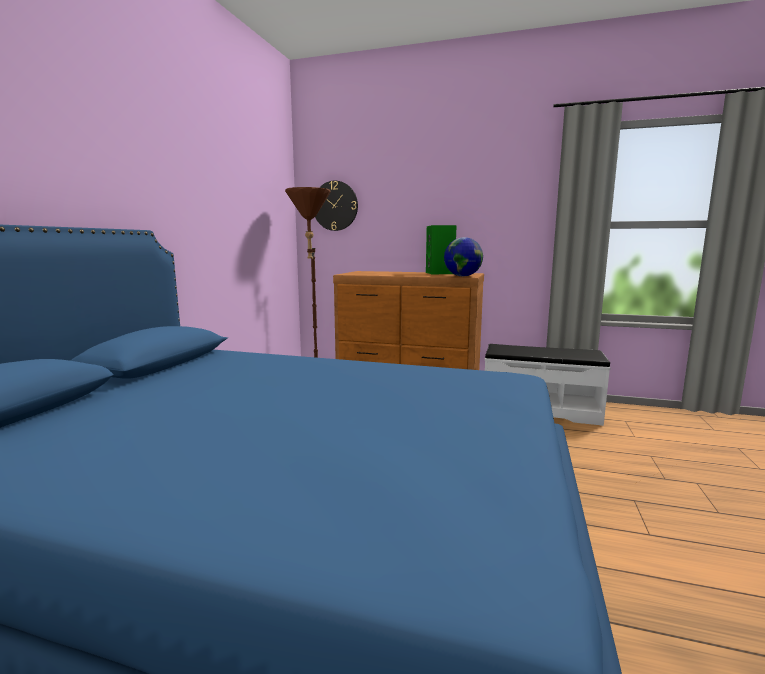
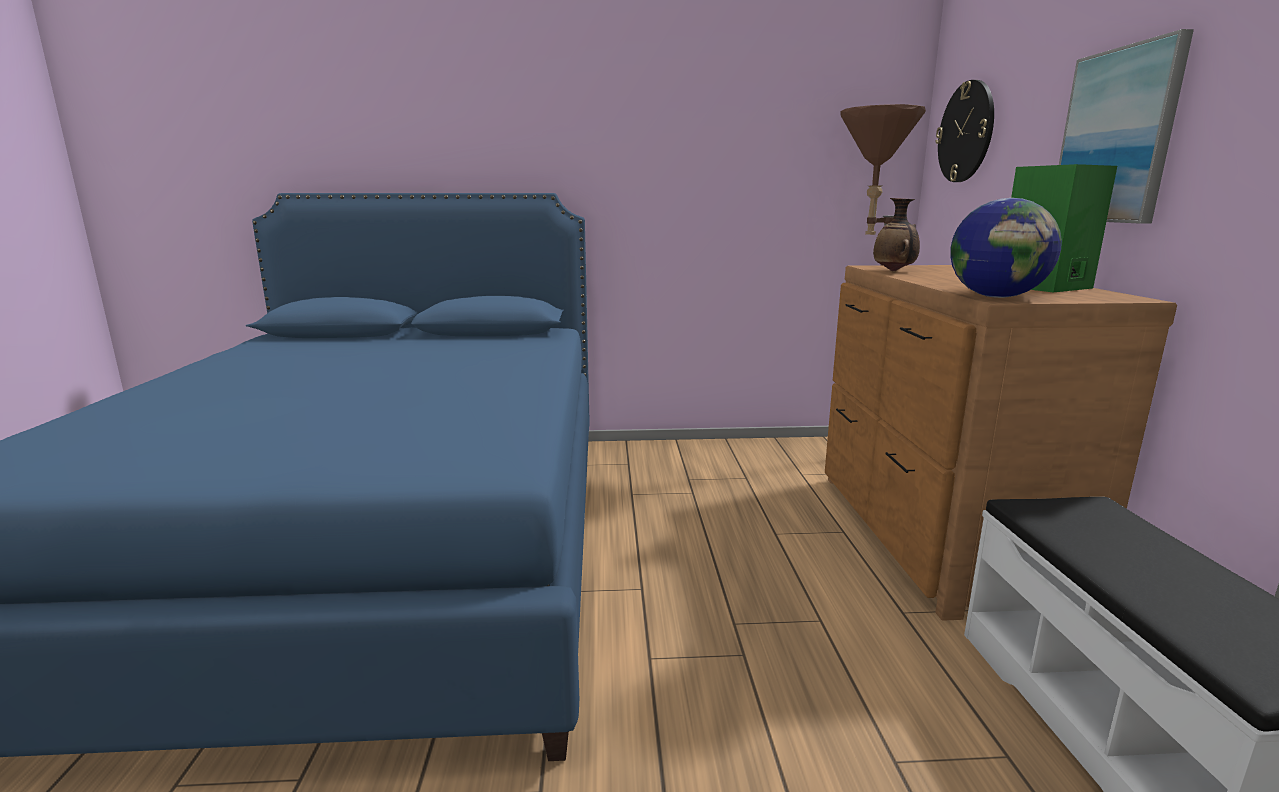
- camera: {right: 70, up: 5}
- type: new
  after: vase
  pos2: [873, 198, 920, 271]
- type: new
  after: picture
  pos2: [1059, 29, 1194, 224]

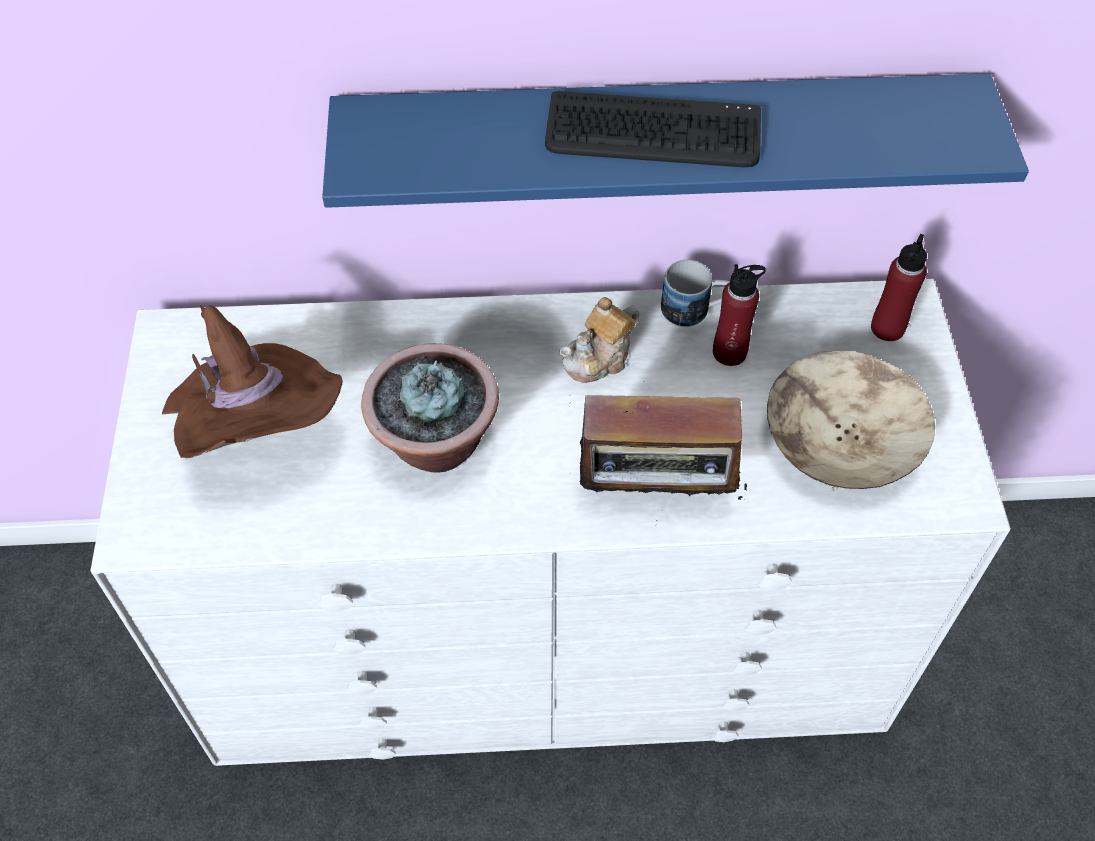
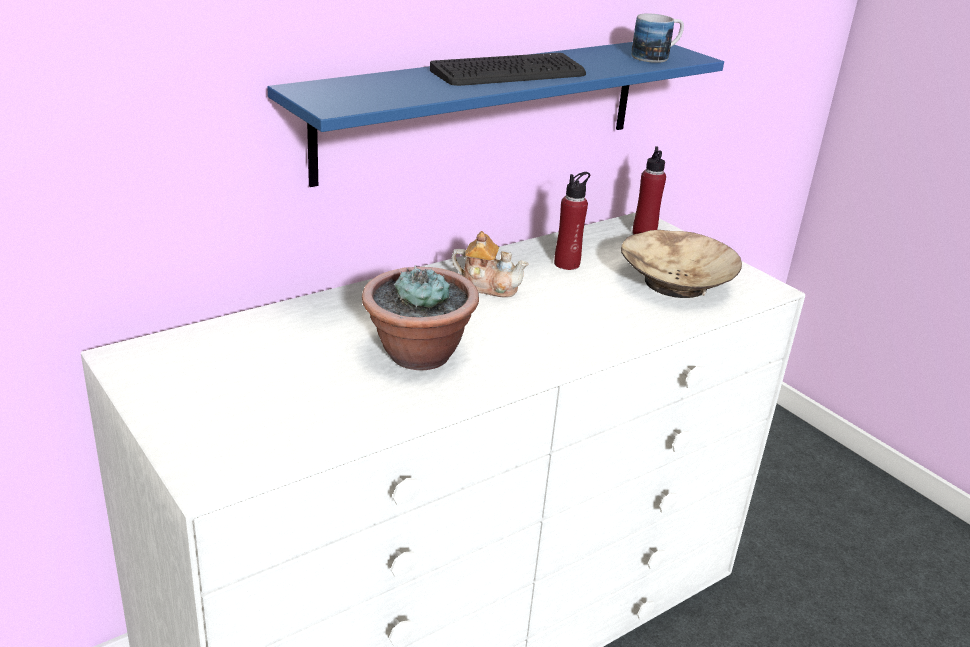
- camera: {right: -35, up: -25}
- type: gone
  before: hat (brown)
  pos1: [162, 305, 343, 458]
- type: rotated
  before: teapot
  pos1: [560, 297, 640, 383]
  pos2: [451, 231, 528, 298]
  turn: -90
- type: gone
  before: radio
  pos1: [570, 395, 748, 526]
- type: shifted
  before: mug
  pos1: [661, 260, 730, 327]
  pos2: [631, 13, 684, 63]

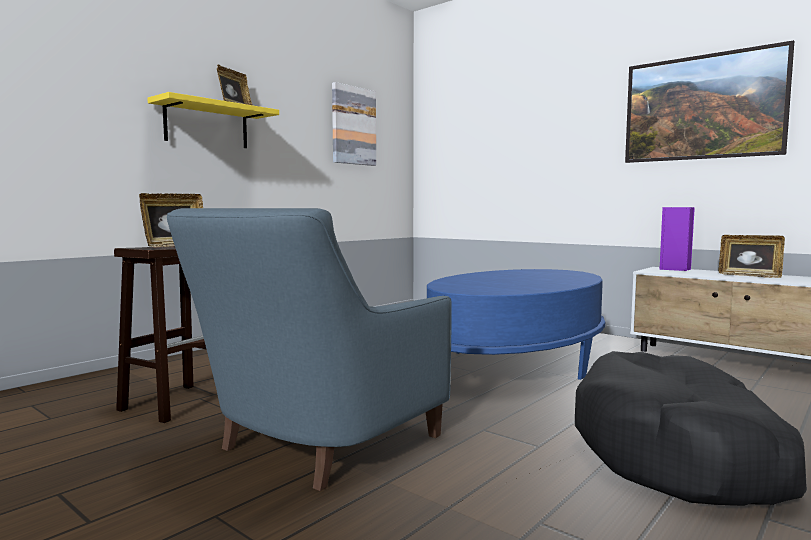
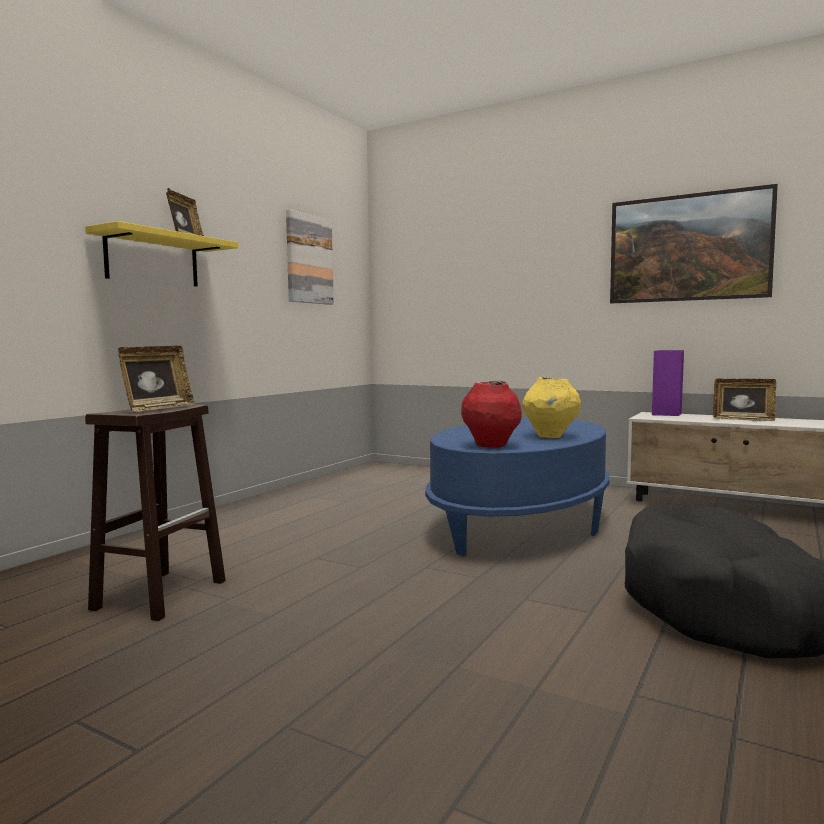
- camera: {right: -10, up: 0}
- type: gone
  before: armchair (blue)
  pos1: [167, 208, 451, 491]
- type: new
  after: vase (red)
  pos2: [461, 381, 522, 448]
- type: new
  after: vase (yellow)
  pos2: [522, 377, 581, 438]

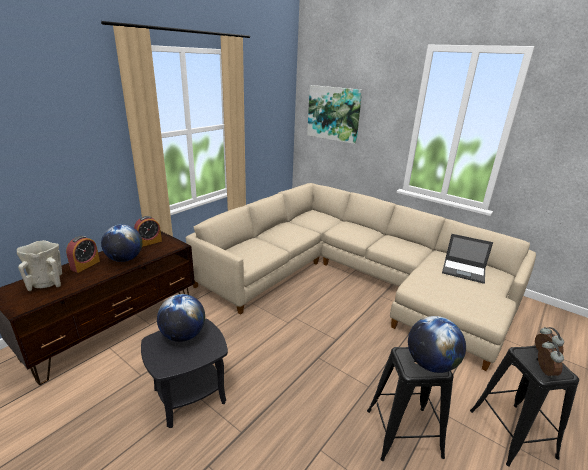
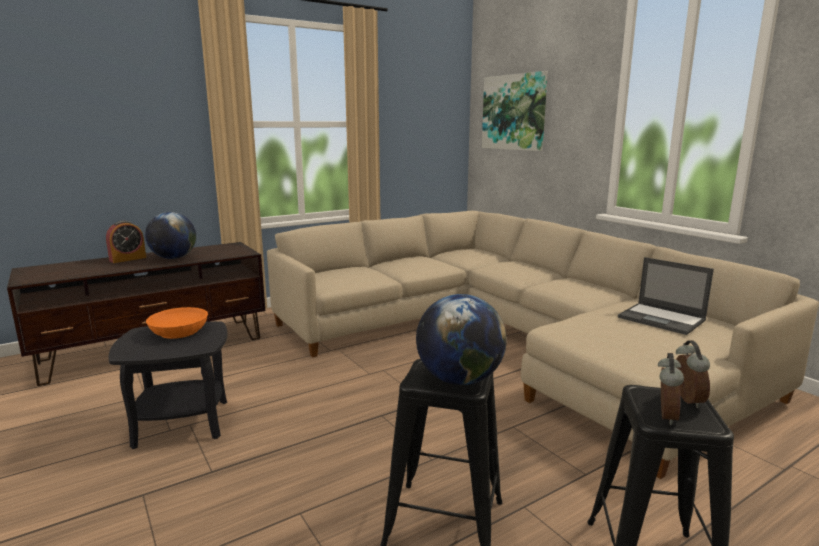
- camera: {right: 20, up: -10}
- type: gone
  before: vase (beige)
  pos1: [17, 240, 62, 291]
- type: gone
  before: alarm clock
  pos1: [134, 216, 162, 247]
- type: swapped
  before: globe
  after: bowl (orange)
  pos1: [157, 294, 205, 342]
  pos2: [146, 307, 208, 339]

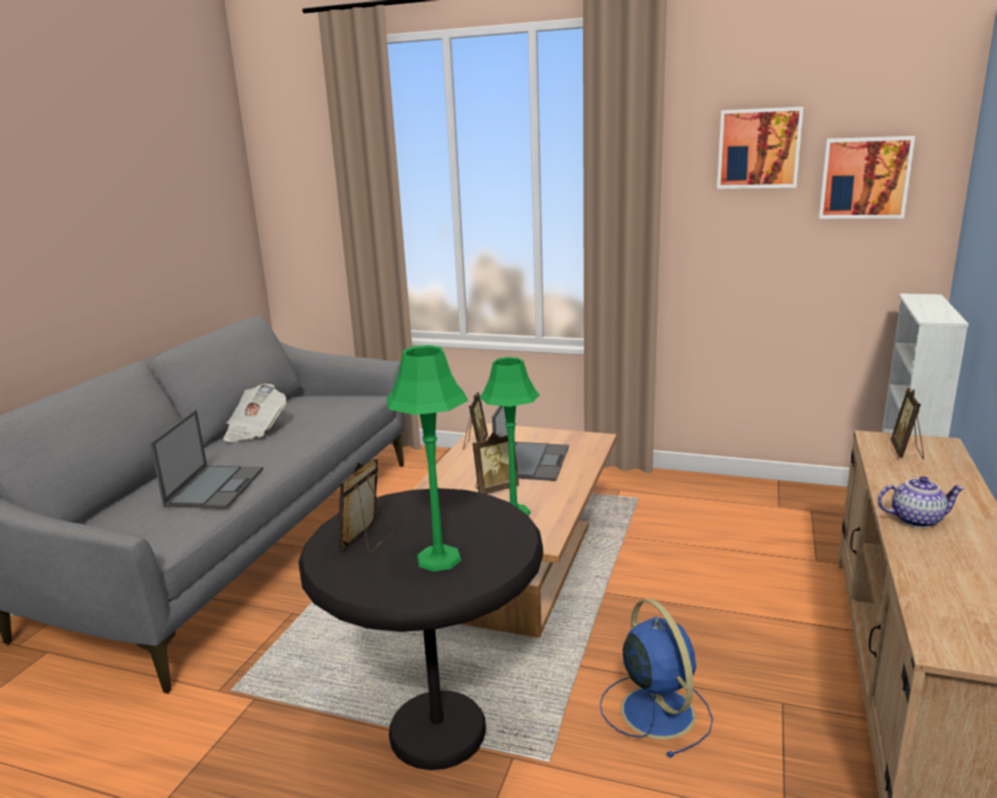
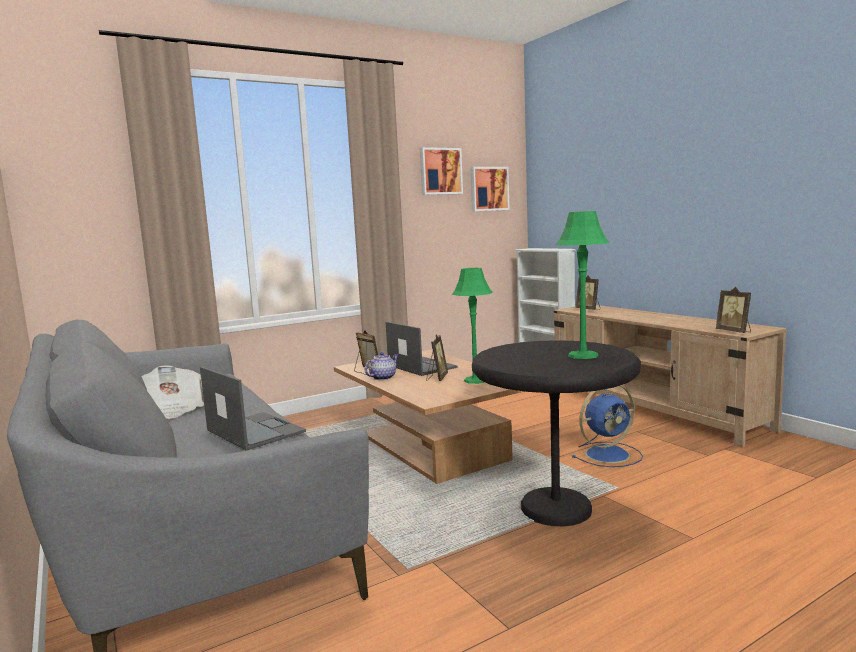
- camera: {right: -50, up: -10}
- type: shifted
  before: picture frame
  pos1: [338, 458, 393, 554]
  pos2: [716, 287, 751, 333]
- type: rotated
  before: fan (blue)
  pos1: [600, 599, 713, 758]
  pos2: [572, 385, 643, 467]
  turn: 135
- type: shifted
  before: teapot
  pos1: [878, 476, 965, 528]
  pos2: [365, 352, 398, 380]

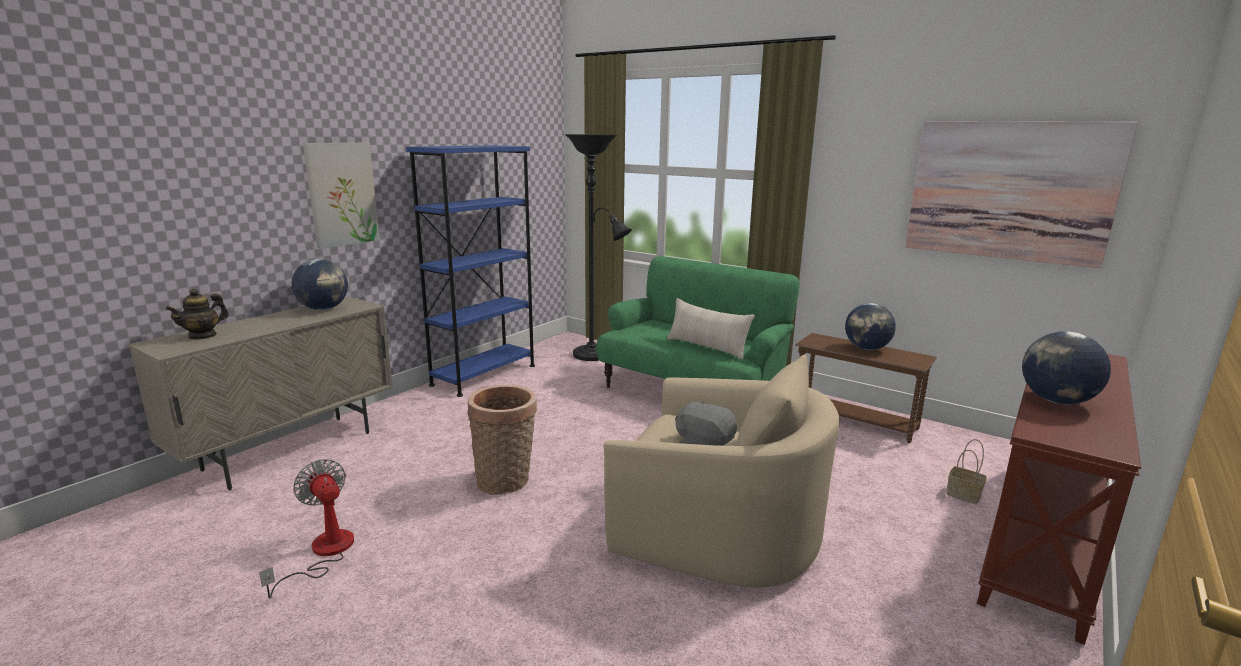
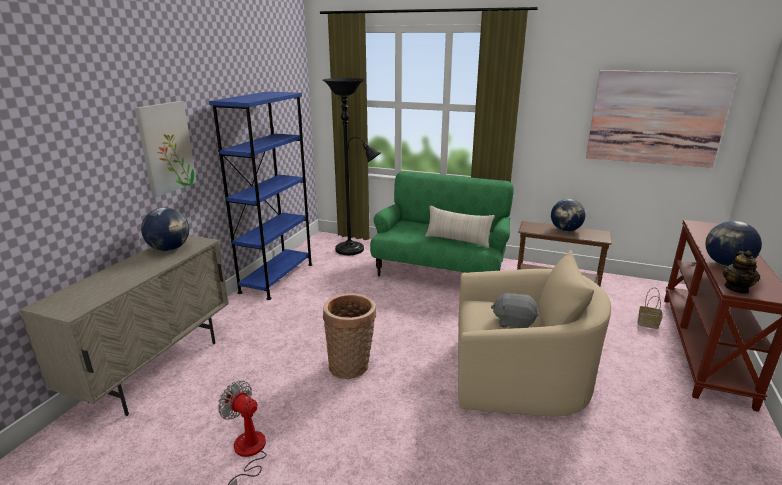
- camera: {right: -15, up: 5}
- type: shifted
  before: teapot
  pos1: [166, 289, 229, 340]
  pos2: [723, 251, 760, 294]

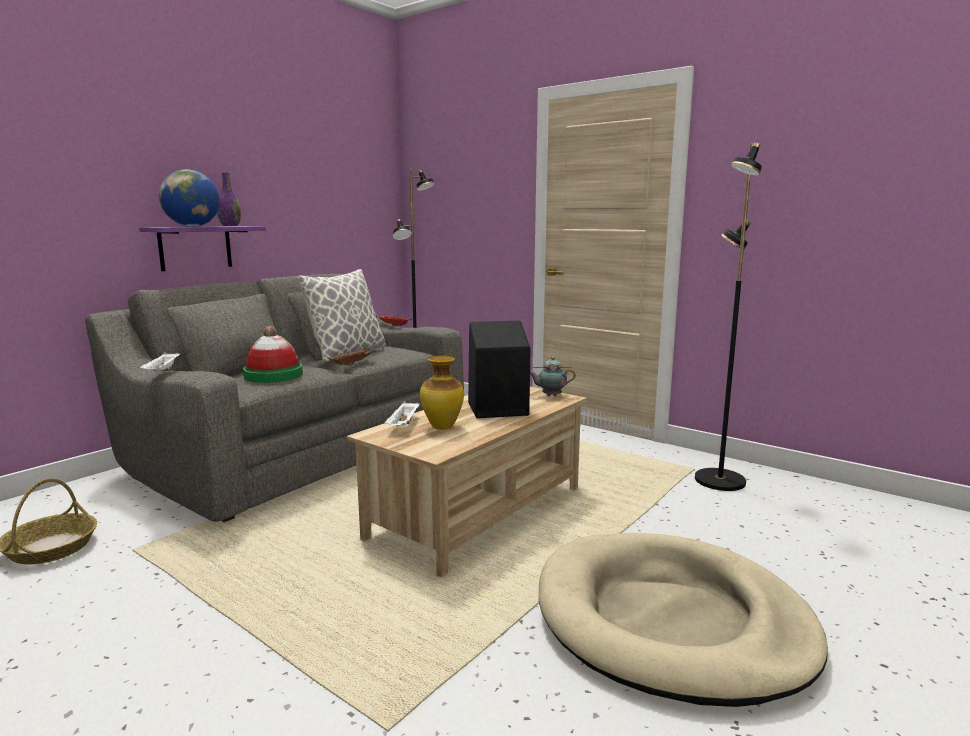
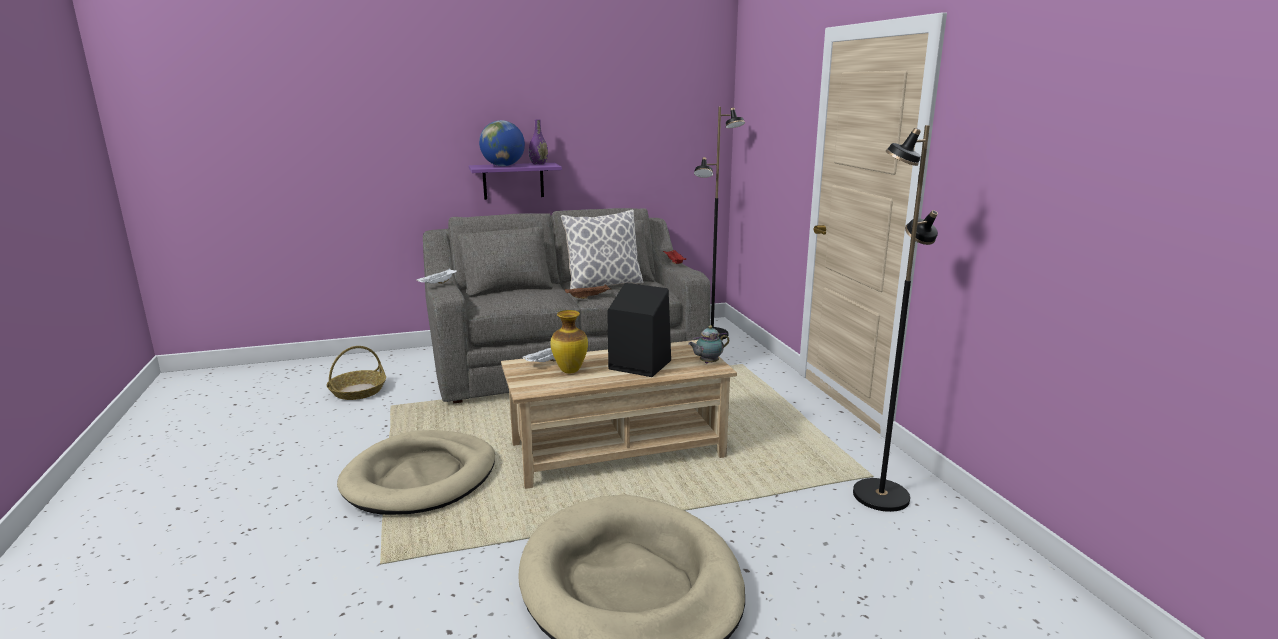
- camera: {right: 35, up: 5}
- type: gone
  before: hat
  pos1: [243, 326, 303, 383]
- type: rotated
  before: teapot
  pos1: [530, 357, 576, 396]
  pos2: [688, 326, 729, 364]
  turn: -60
- type: new
  after: dog bed (beige)
  pos2: [337, 430, 495, 515]

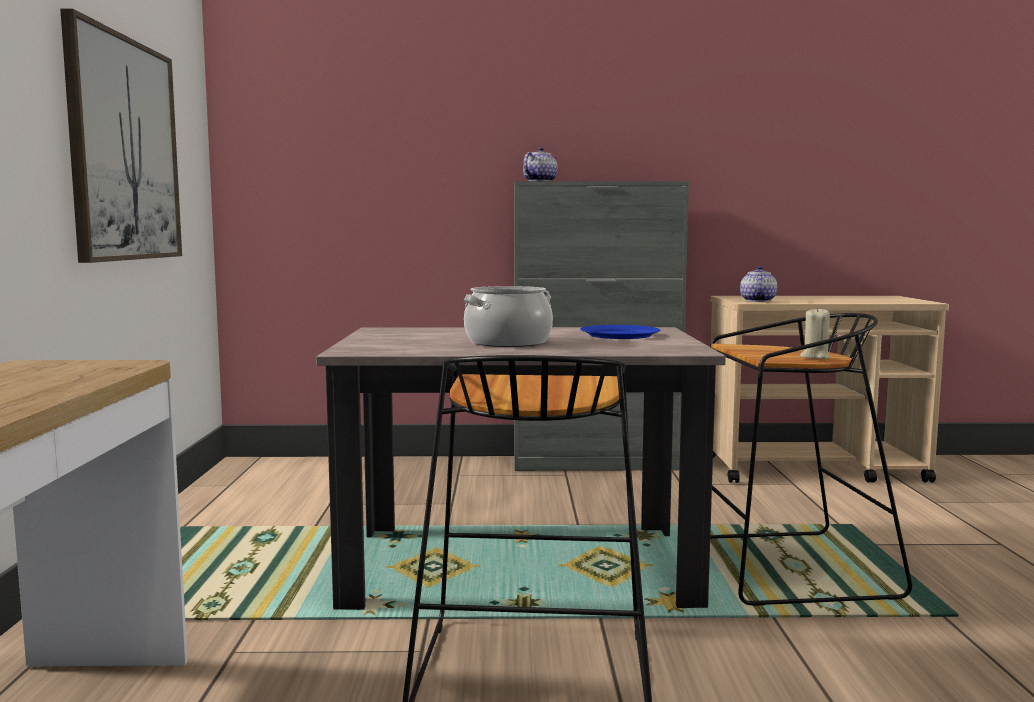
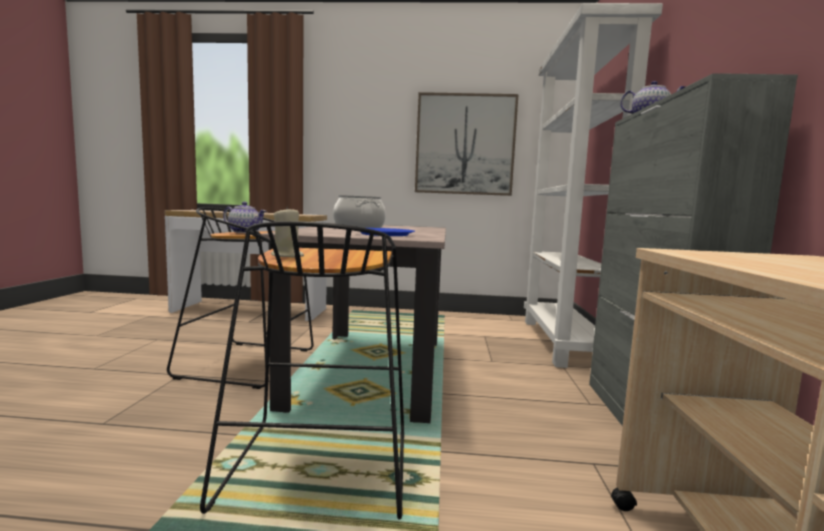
- camera: {right: 95, up: 0}
- type: shifted
  before: teapot
  pos1: [740, 266, 777, 302]
  pos2: [223, 202, 266, 233]
- type: new
  after: bookcase (white)
  pos2: [524, 3, 663, 368]

